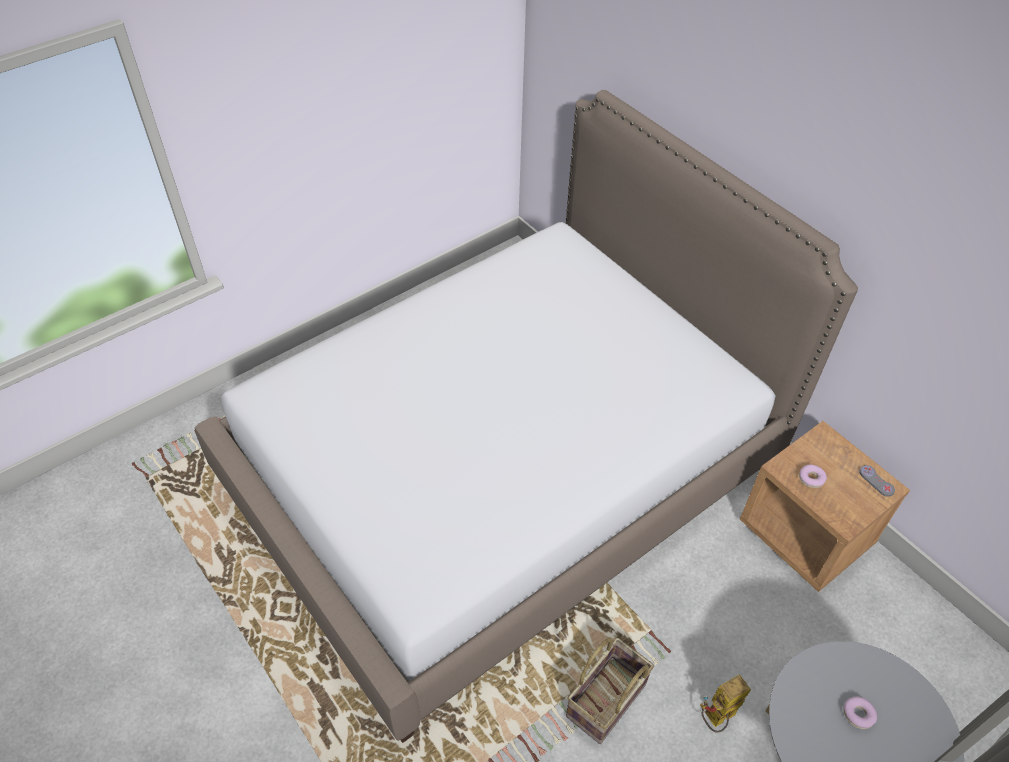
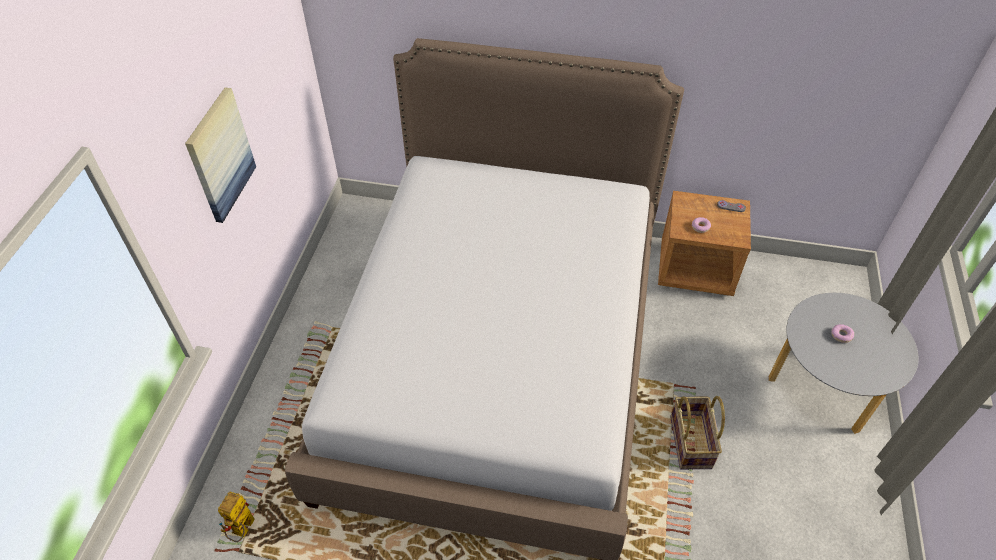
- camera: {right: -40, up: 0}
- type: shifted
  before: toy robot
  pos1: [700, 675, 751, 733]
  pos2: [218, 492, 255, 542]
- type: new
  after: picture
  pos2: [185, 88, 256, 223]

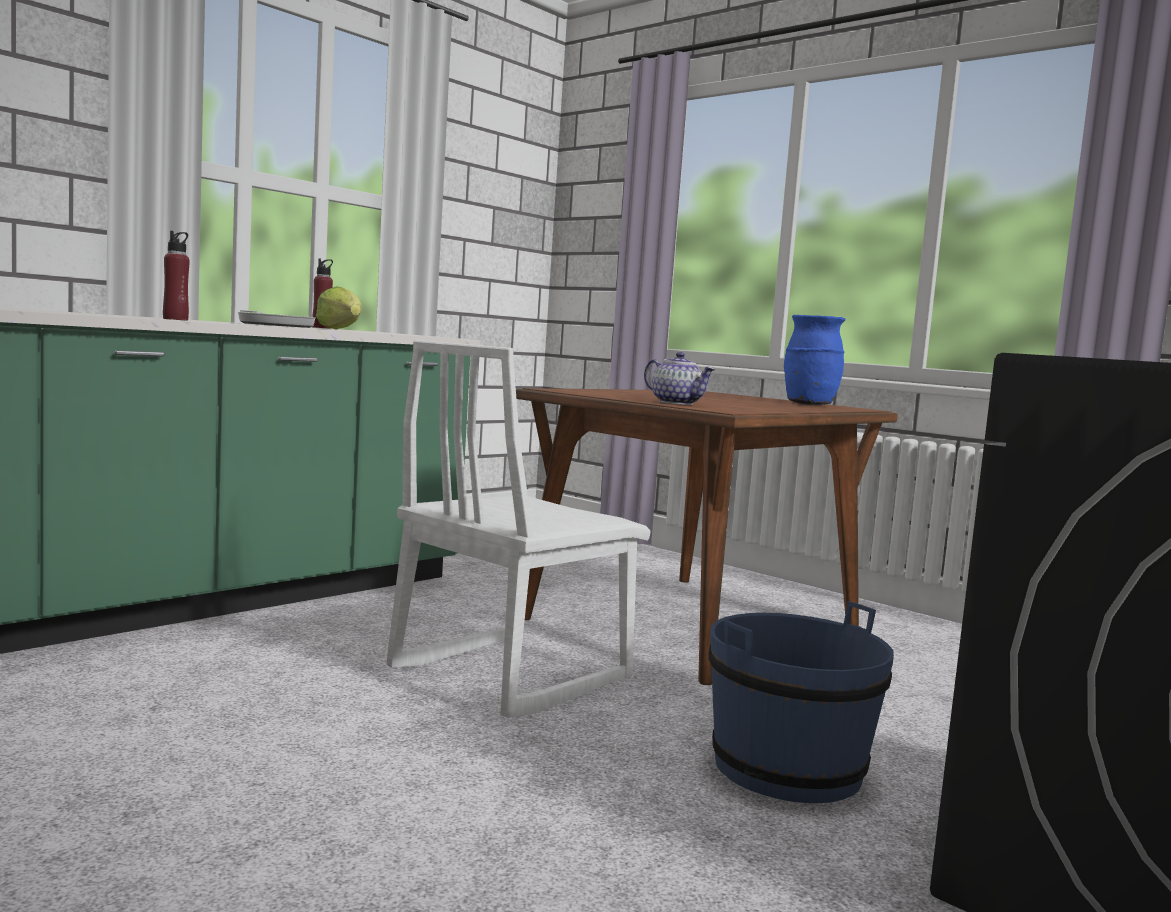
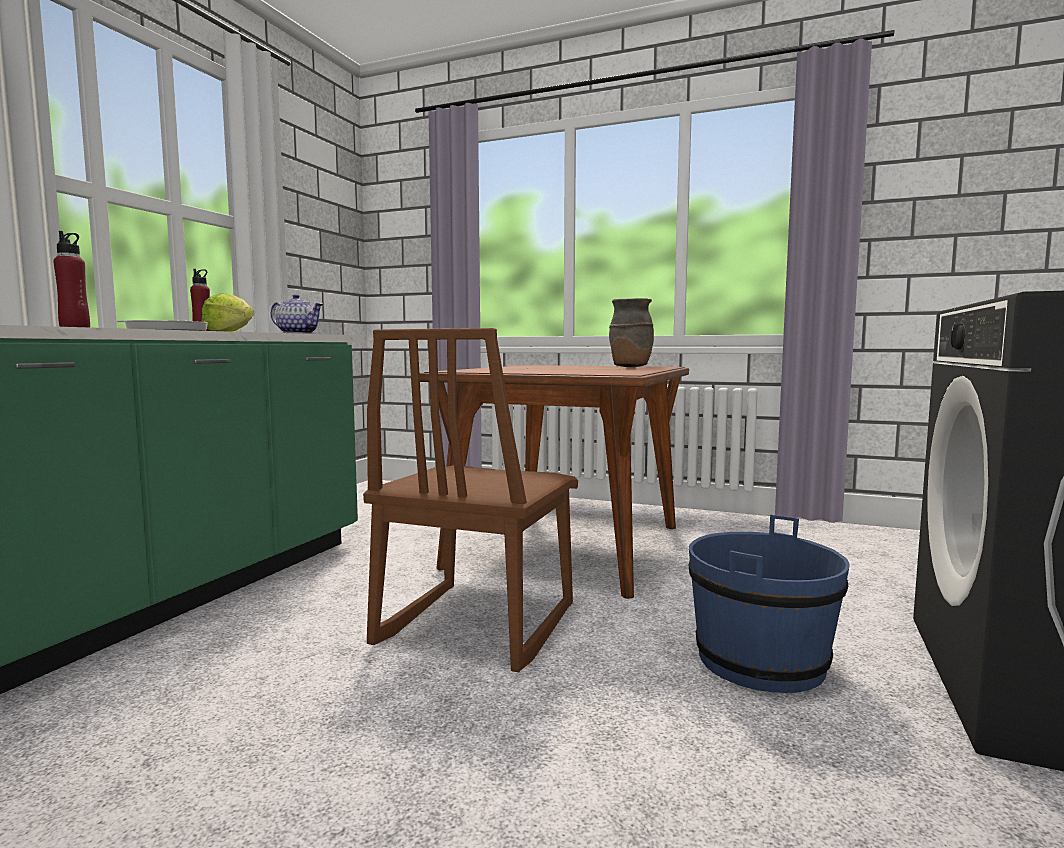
- camera: {right: -20, up: 0}
- type: repainted
  before: chair (white)
  after: chair (brown)
  pos1: [387, 340, 651, 717]
  pos2: [363, 328, 578, 672]
- type: shifted
  before: teapot
  pos1: [644, 352, 715, 405]
  pos2: [271, 294, 323, 334]
- type: repainted
  before: vase (blue)
  after: vase (brown)
  pos1: [784, 315, 846, 405]
  pos2: [609, 298, 654, 367]

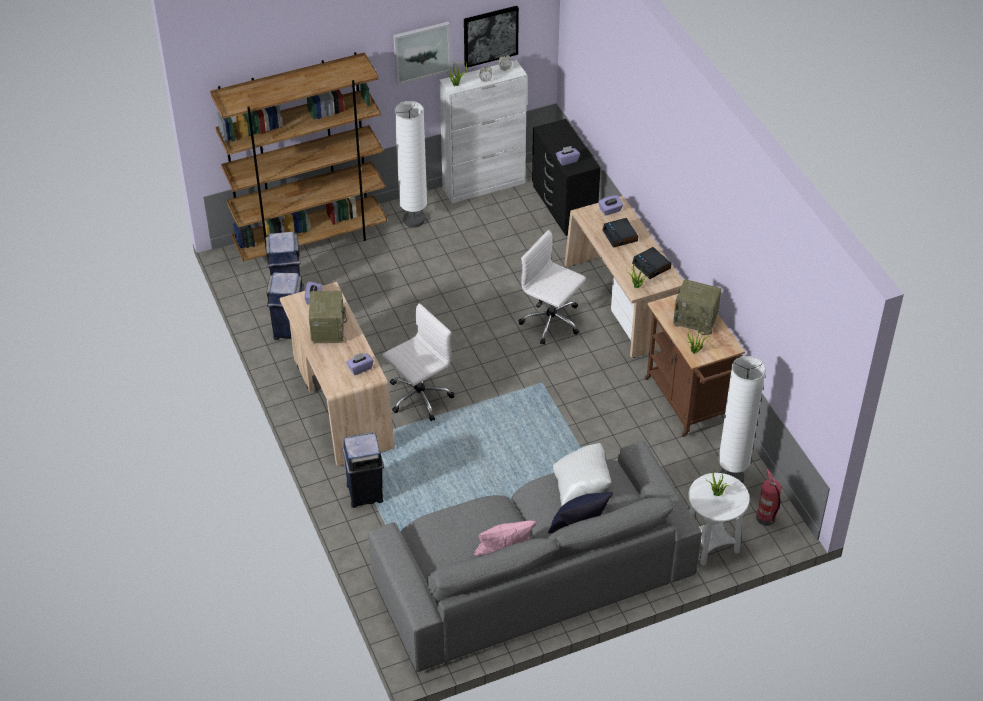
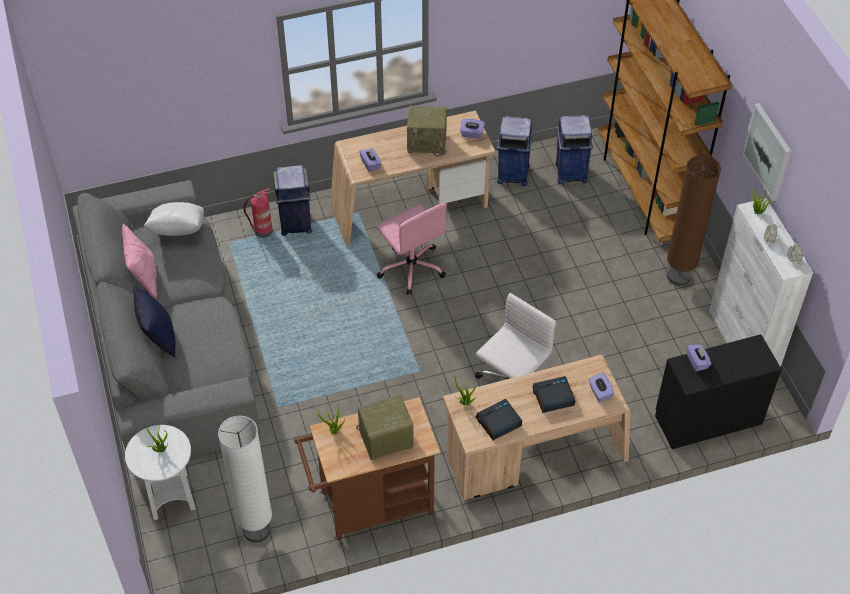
- camera: {right: 95, up: 5}
- type: repainted
  before: office chair (white)
  after: office chair (pink)
  pos1: [383, 303, 454, 421]
  pos2: [376, 203, 447, 295]
- type: repainted
  before: floor lamp (white)
  after: floor lamp (brown)
  pos1: [395, 101, 427, 228]
  pos2: [667, 155, 721, 286]
- type: gone
  before: picture
  pos1: [464, 6, 519, 68]
- type: shifted
  before: pillow (white)
  pos1: [553, 443, 611, 506]
  pos2: [144, 202, 204, 236]
- type: rotated
  before: radio
  pos1: [673, 279, 721, 335]
  pos2: [356, 395, 414, 460]
  turn: 45
- type: shifted
  before: fire extinguisher
  pos1: [756, 469, 781, 526]
  pos2: [244, 188, 273, 238]

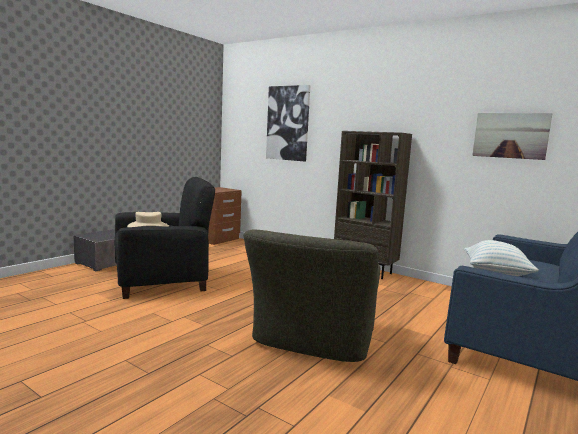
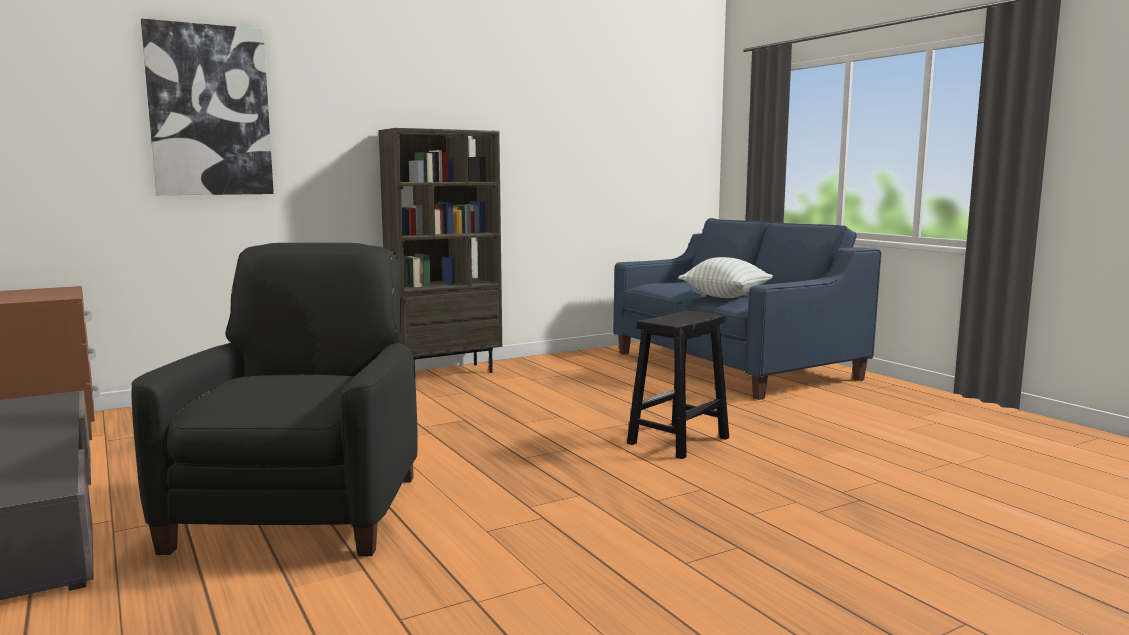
- camera: {right: -65, up: 0}
- type: gone
  before: hat (beige)
  pos1: [127, 212, 169, 227]
- type: swapped
  before: armchair (green)
  after: stool (black)
  pos1: [243, 229, 380, 362]
  pos2: [627, 310, 729, 459]
- type: gone
  before: picture
  pos1: [472, 113, 553, 160]

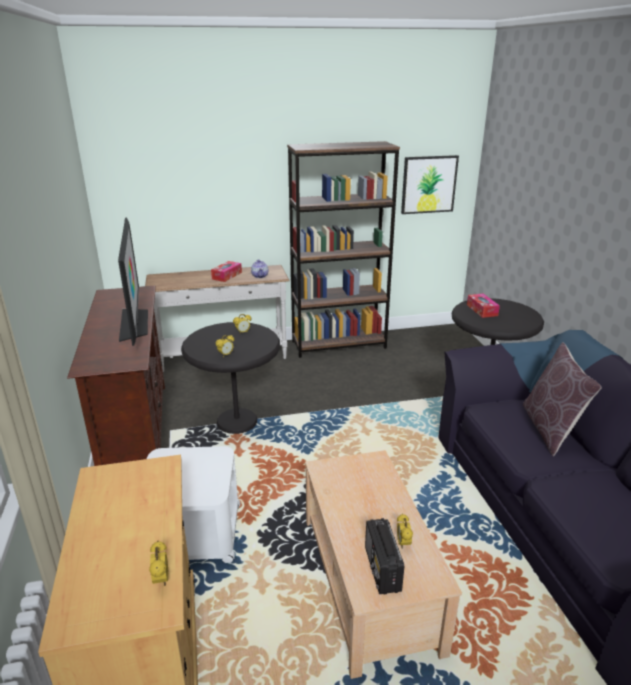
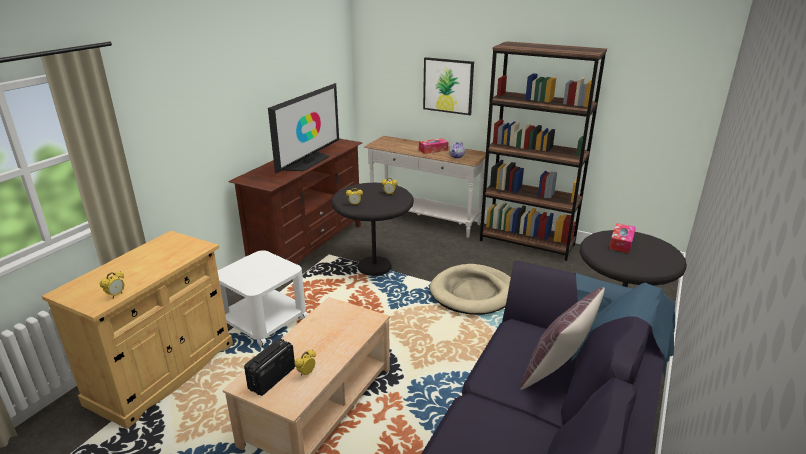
- camera: {right: 40, up: 0}
- type: shifted
  before: picture
  pos1: [401, 155, 459, 214]
  pos2: [423, 57, 474, 115]
- type: new
  after: dog bed (beige)
  pos2: [430, 264, 511, 315]

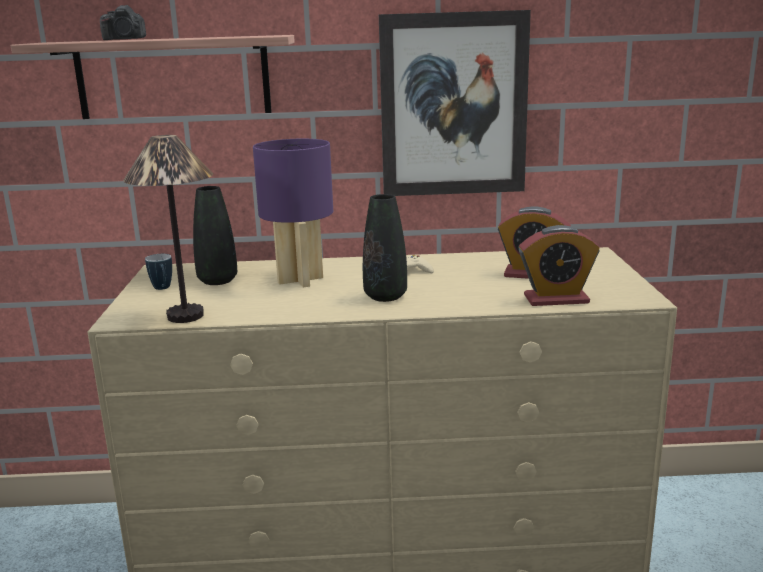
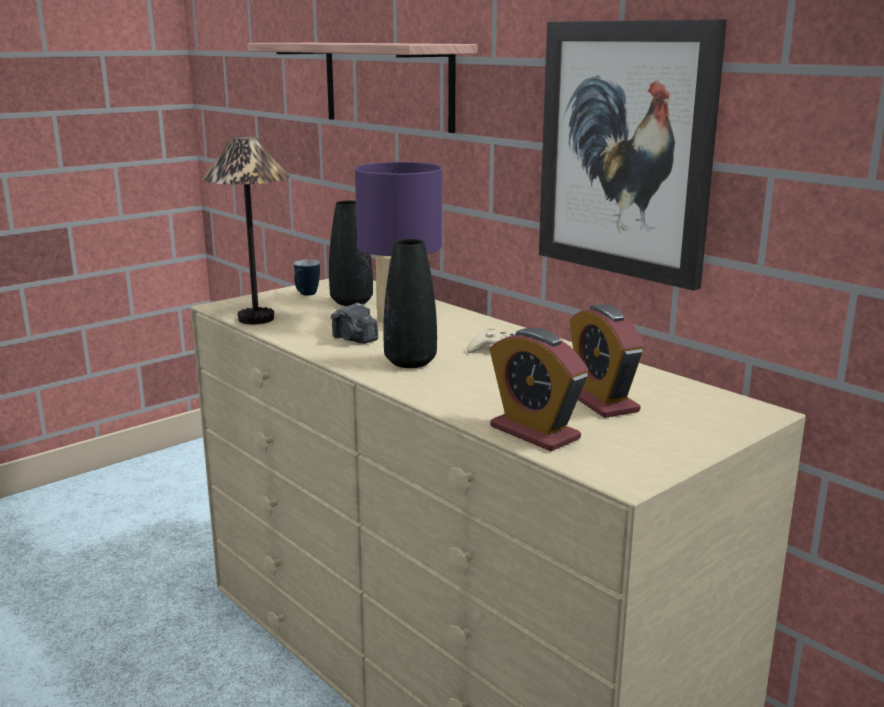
- camera: {right: 50, up: 0}
- type: shifted
  before: photo camera
  pos1: [100, 5, 146, 40]
  pos2: [331, 302, 378, 344]

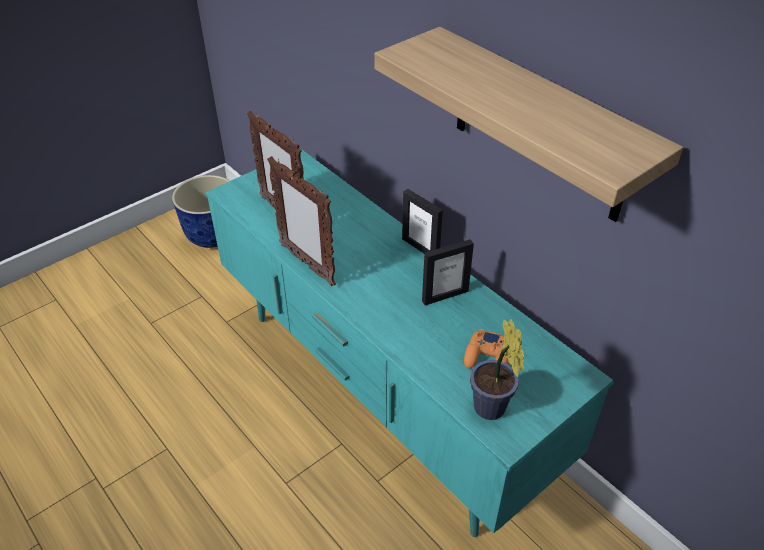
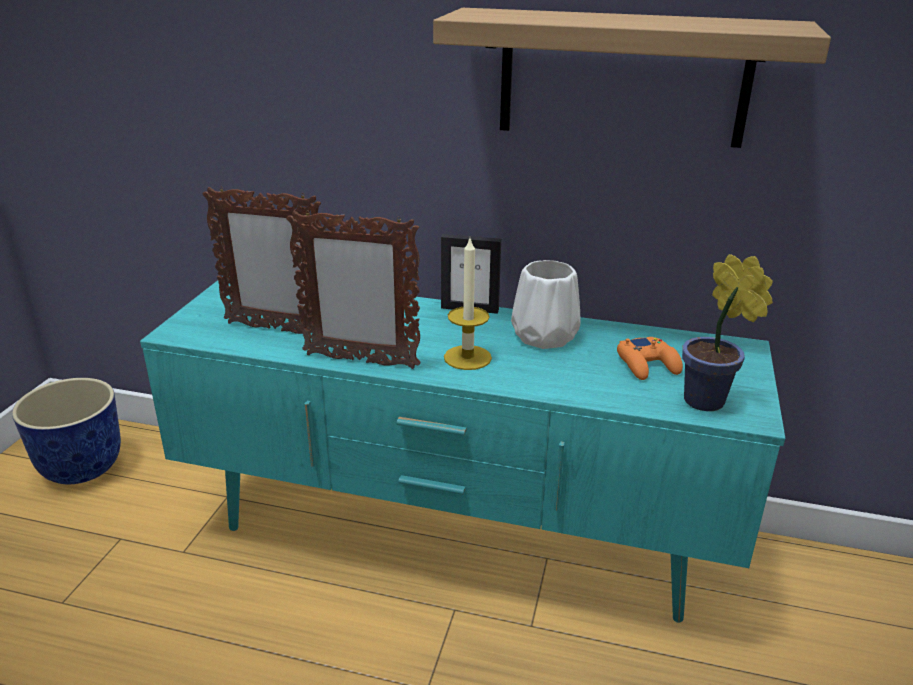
- camera: {right: -35, up: -15}
- type: swapped
  before: picture frame
  after: vase (white)
  pos1: [422, 239, 474, 305]
  pos2: [511, 260, 580, 349]
- type: new
  after: candle
  pos2: [444, 239, 492, 370]

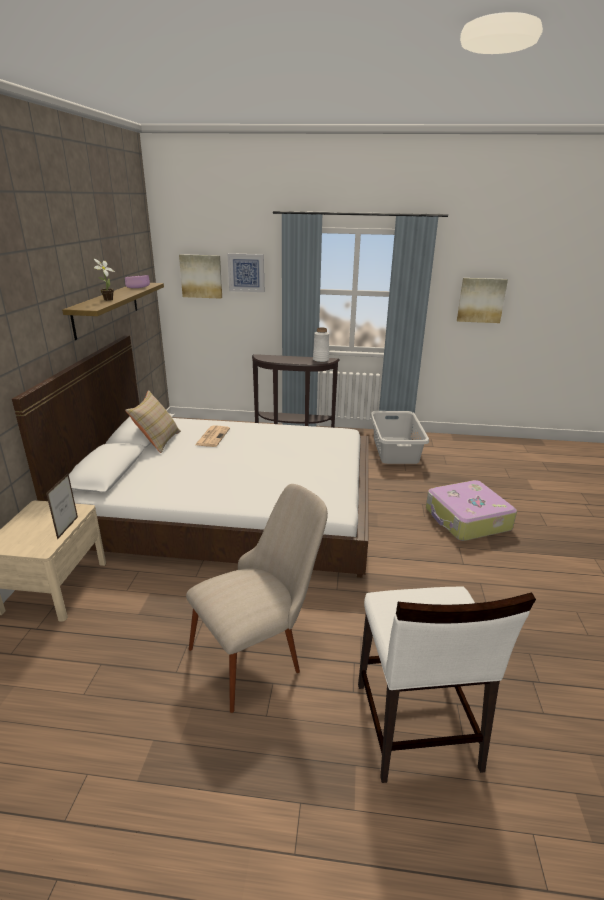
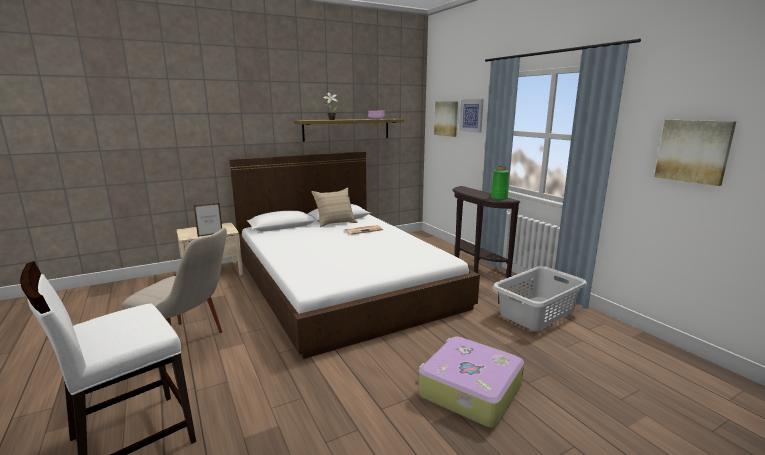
- camera: {right: 55, up: -10}
- type: repainted
  before: vase (white)
  after: vase (green)
  pos1: [313, 327, 329, 362]
  pos2: [491, 166, 509, 200]

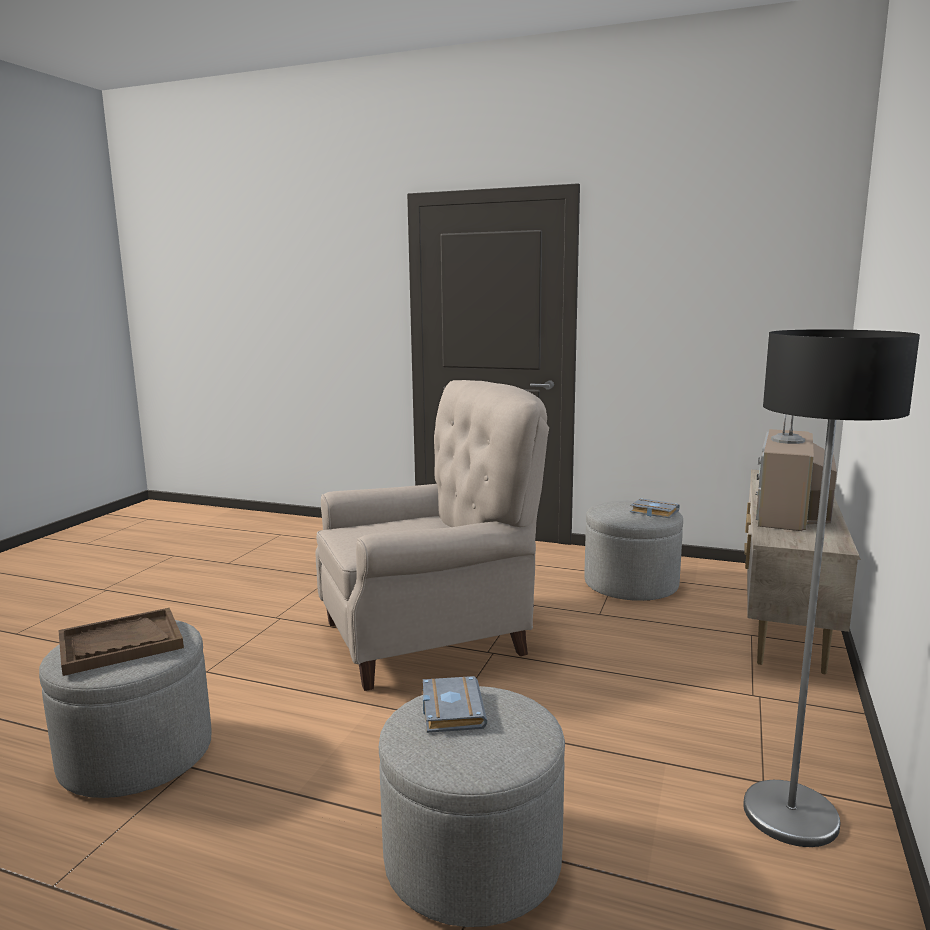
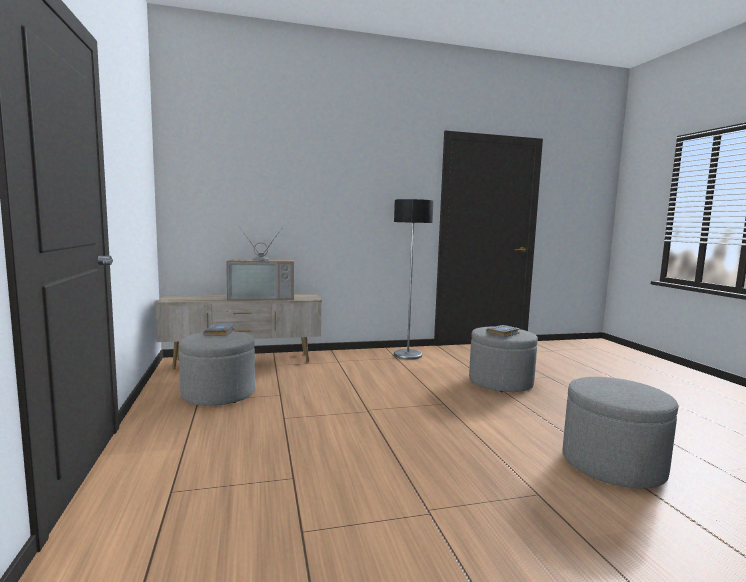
- camera: {right: -125, up: -5}
- type: gone
  before: tray (brown)
  pos1: [58, 608, 184, 676]
- type: gone
  before: armchair (beige)
  pos1: [316, 380, 549, 691]

